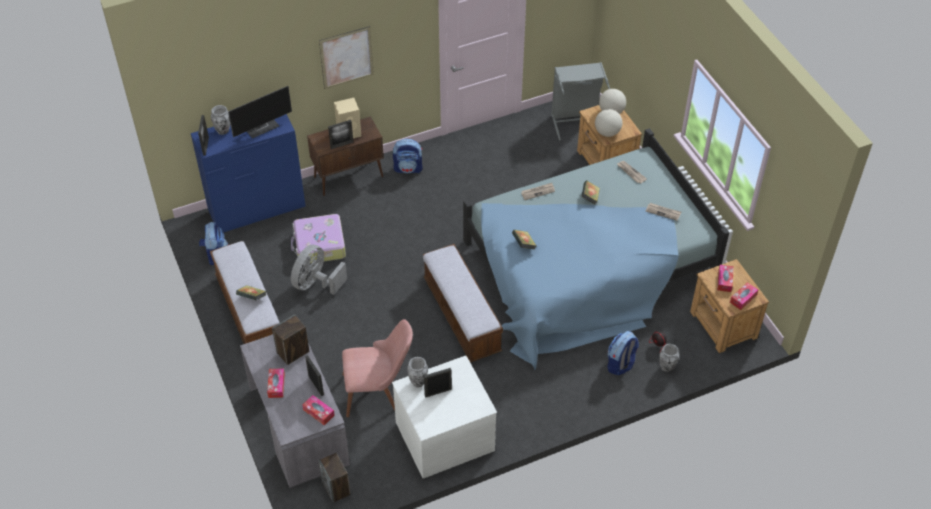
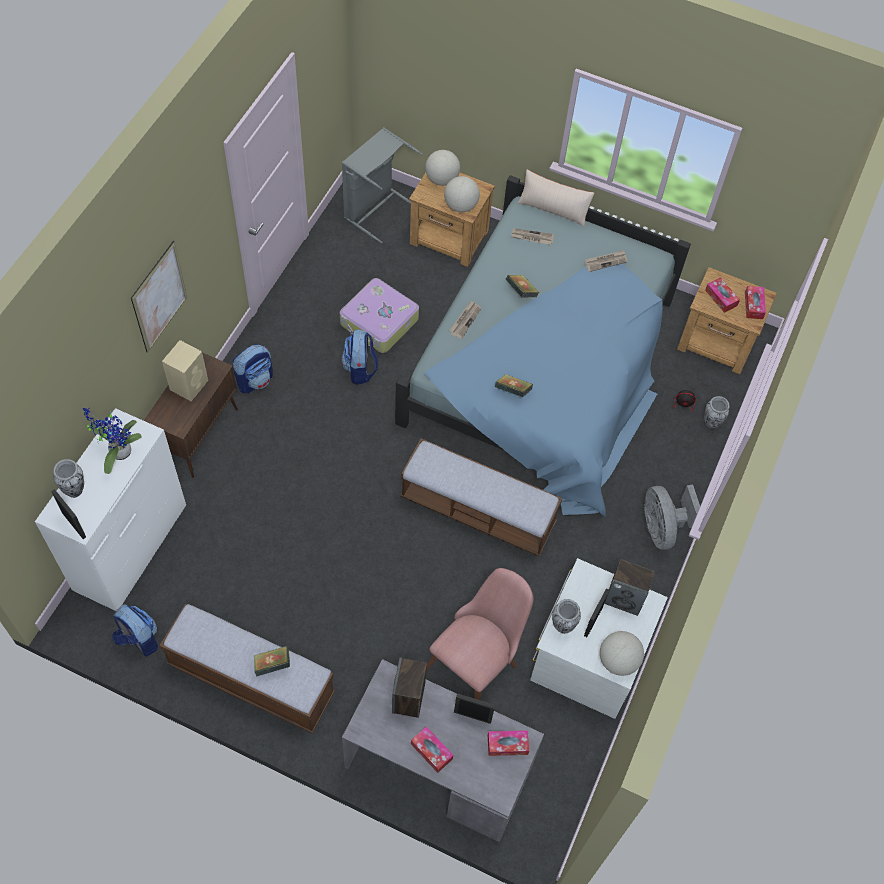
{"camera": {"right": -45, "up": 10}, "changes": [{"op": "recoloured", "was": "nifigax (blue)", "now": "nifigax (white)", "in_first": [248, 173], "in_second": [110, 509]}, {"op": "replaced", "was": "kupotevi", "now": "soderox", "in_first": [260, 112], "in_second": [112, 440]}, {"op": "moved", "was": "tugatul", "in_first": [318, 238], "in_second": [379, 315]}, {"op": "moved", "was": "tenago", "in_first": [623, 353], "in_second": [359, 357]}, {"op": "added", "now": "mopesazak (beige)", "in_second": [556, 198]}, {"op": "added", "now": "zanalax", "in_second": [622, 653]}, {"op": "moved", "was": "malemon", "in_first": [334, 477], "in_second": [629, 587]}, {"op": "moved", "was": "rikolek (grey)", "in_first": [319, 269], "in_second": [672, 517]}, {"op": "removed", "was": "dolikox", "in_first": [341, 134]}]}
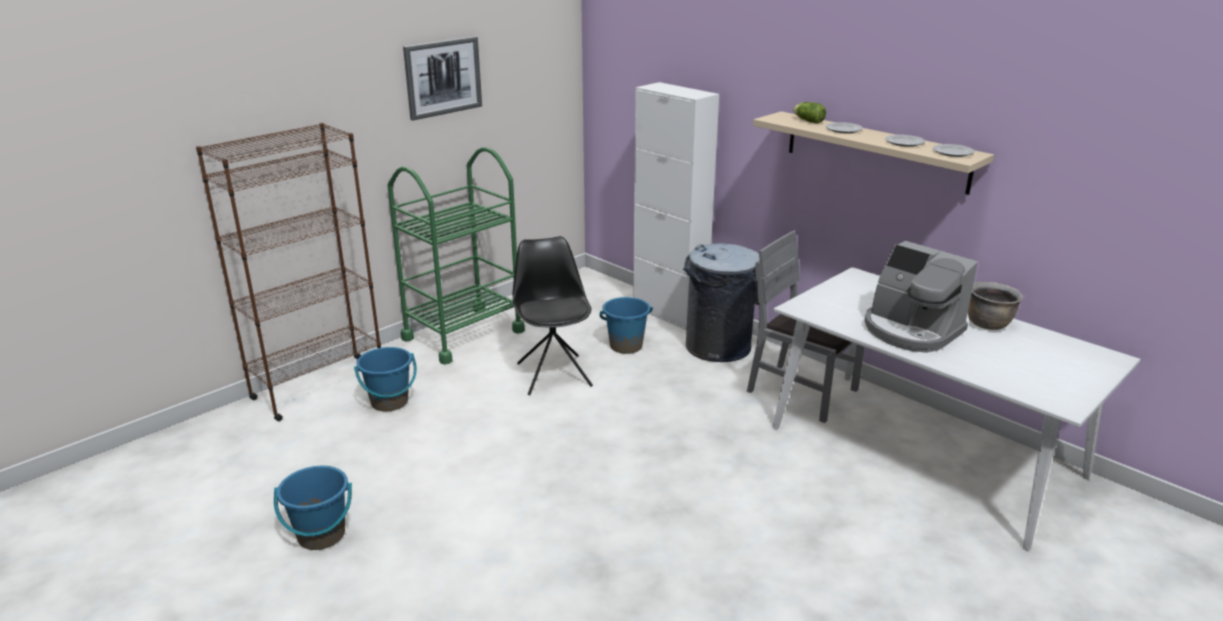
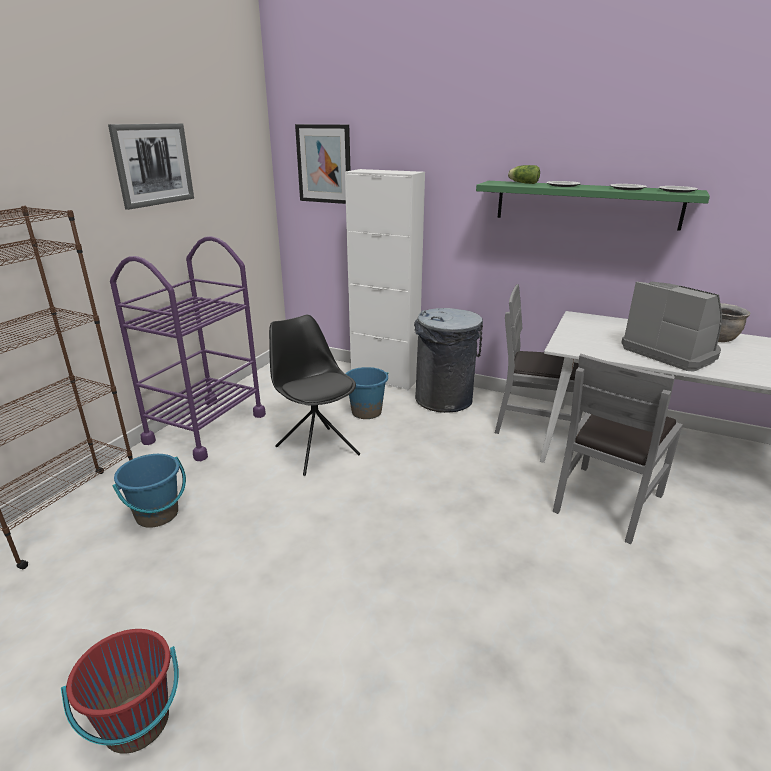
{"camera": {"right": -20, "up": 0}, "changes": [{"op": "recoloured", "was": "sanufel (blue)", "now": "sanufel (red)", "in_first": [313, 508], "in_second": [120, 691]}, {"op": "recoloured", "was": "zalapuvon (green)", "now": "zalapuvon (purple)", "in_first": [456, 256], "in_second": [188, 348]}, {"op": "added", "now": "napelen", "in_second": [323, 164]}, {"op": "recoloured", "was": "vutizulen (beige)", "now": "vutizulen (green)", "in_first": [873, 153], "in_second": [593, 206]}, {"op": "added", "now": "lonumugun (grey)", "in_second": [618, 449]}, {"op": "turned", "was": "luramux", "in_first": [921, 297], "in_second": [671, 326], "clockwise": -150}]}
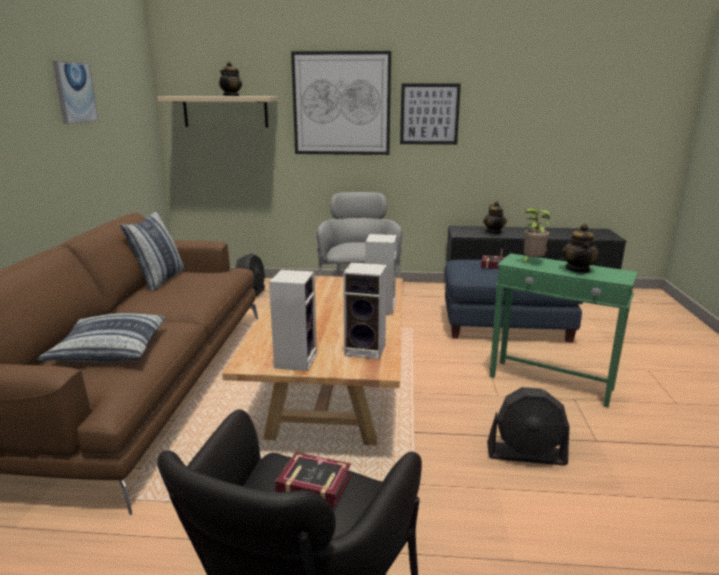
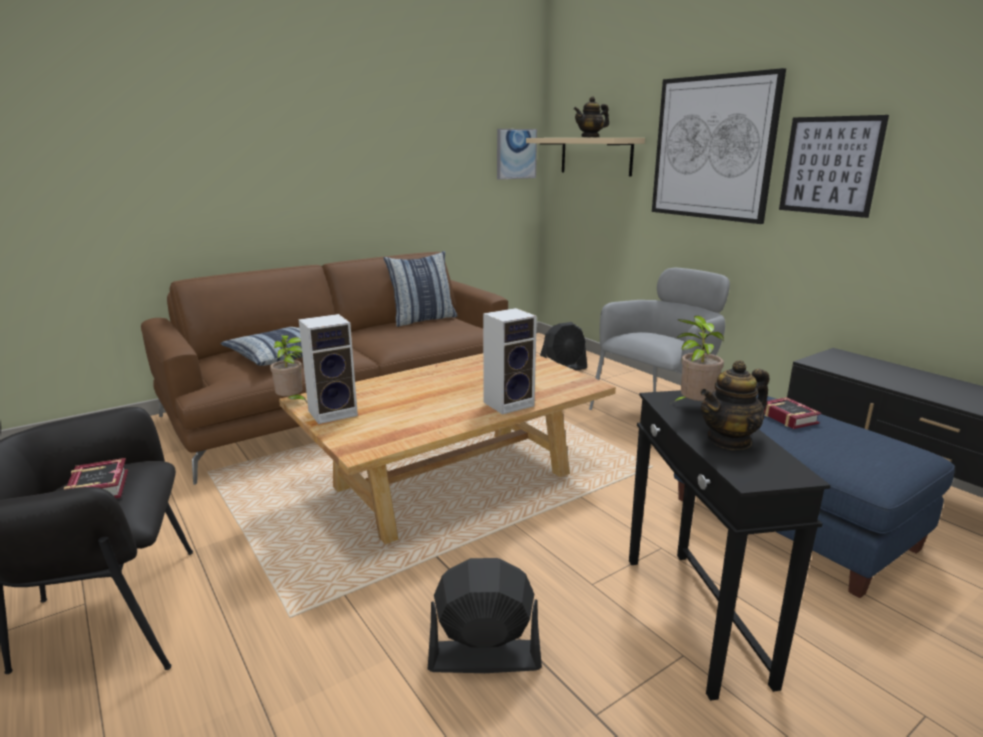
{"camera": {"right": 50, "up": 0}, "changes": [{"op": "added", "now": "soderox", "in_second": [289, 369]}, {"op": "turned", "was": "rikolek (black)", "in_first": [528, 426], "in_second": [485, 615], "clockwise": 120}, {"op": "moved", "was": "napelen", "in_first": [76, 92], "in_second": [517, 154]}, {"op": "recoloured", "was": "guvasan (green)", "now": "guvasan (black)", "in_first": [563, 330], "in_second": [730, 545]}, {"op": "removed", "was": "malemon", "in_first": [365, 310]}, {"op": "removed", "was": "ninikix", "in_first": [495, 217]}]}
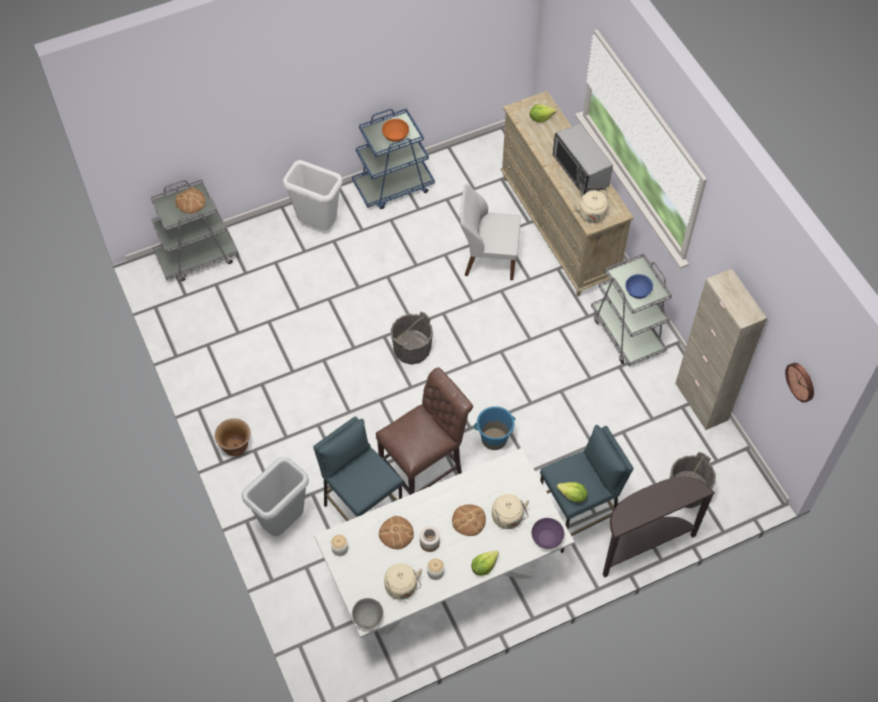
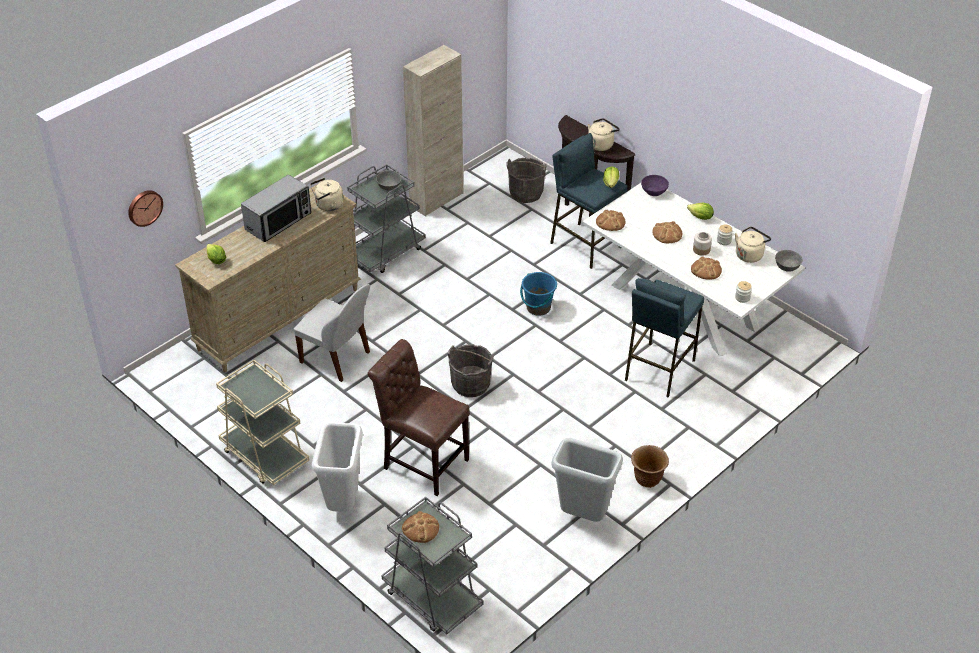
{"camera": {"right": -110, "up": -15}, "changes": [{"op": "moved", "was": "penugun", "in_first": [799, 383], "in_second": [145, 208]}, {"op": "recoloured", "was": "zalapuvon (blue)", "now": "zalapuvon (beige)", "in_first": [393, 158], "in_second": [263, 422]}, {"op": "turned", "was": "lonumugun (white)", "in_first": [490, 232], "in_second": [332, 333], "clockwise": -45}, {"op": "moved", "was": "lonumugun (brown)", "in_first": [424, 431], "in_second": [419, 417]}, {"op": "recoloured", "was": "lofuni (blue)", "now": "lofuni (grey)", "in_first": [639, 286], "in_second": [389, 180]}, {"op": "moved", "was": "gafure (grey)", "in_first": [275, 496], "in_second": [587, 480]}, {"op": "moved", "was": "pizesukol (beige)", "in_first": [510, 511], "in_second": [604, 134]}, {"op": "added", "now": "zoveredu", "in_second": [611, 220]}, {"op": "removed", "was": "lofuni (orange)", "in_first": [395, 130]}]}
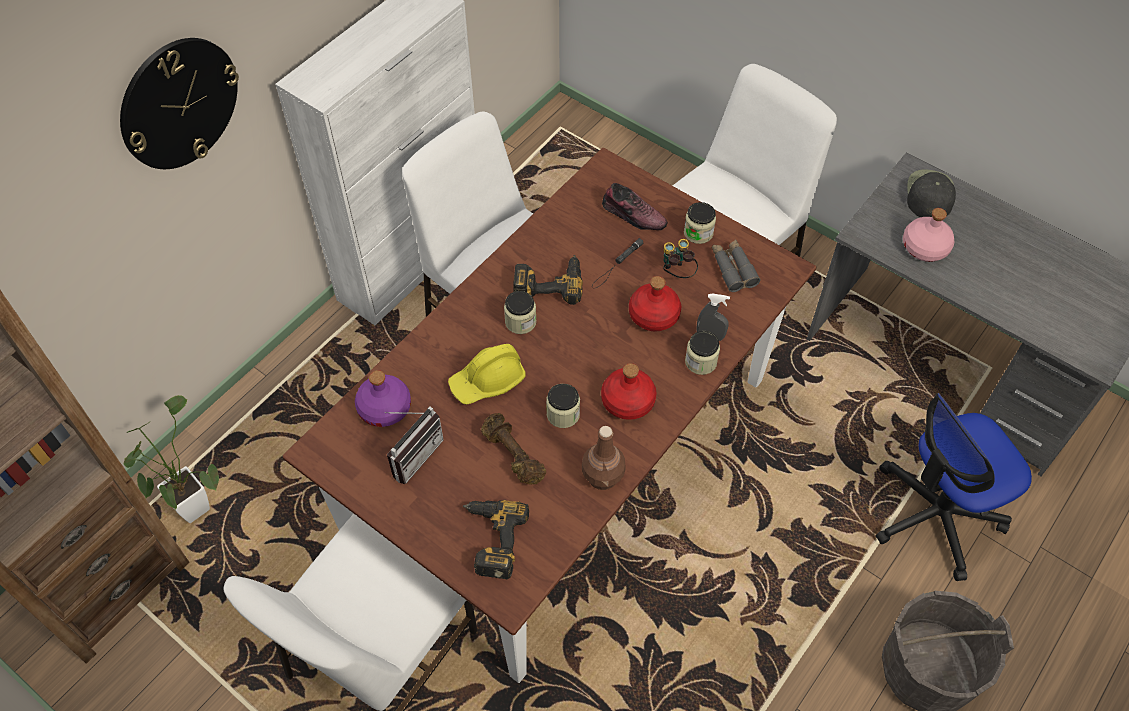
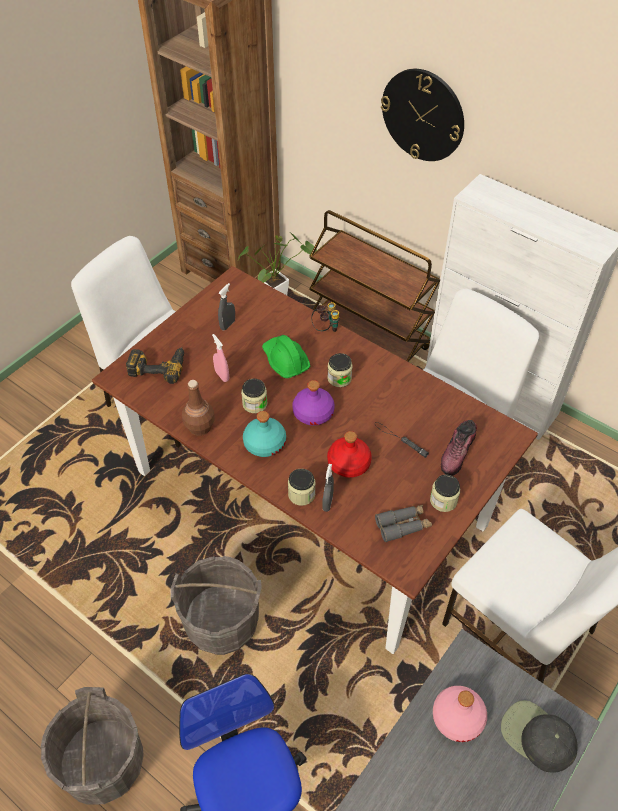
{"camera": {"right": 90, "up": -5}, "changes": [{"op": "added", "now": "sanufel (grey)", "in_second": [216, 605]}, {"op": "replaced", "was": "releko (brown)", "now": "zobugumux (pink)", "in_first": [513, 449], "in_second": [220, 358]}, {"op": "replaced", "was": "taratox", "now": "zobugumux (grey)", "in_first": [414, 445], "in_second": [226, 306]}, {"op": "recoloured", "was": "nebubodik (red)", "now": "nebubodik (turquoise)", "in_first": [628, 391], "in_second": [264, 434]}, {"op": "recoloured", "was": "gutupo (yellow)", "now": "gutupo (green)", "in_first": [487, 374], "in_second": [286, 356]}, {"op": "moved", "was": "nebubodik (purple)", "in_first": [383, 398], "in_second": [313, 403]}, {"op": "added", "now": "zalapuvon (brown)", "in_second": [374, 286]}, {"op": "moved", "was": "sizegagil", "in_first": [680, 258], "in_second": [325, 317]}, {"op": "turned", "was": "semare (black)", "in_first": [931, 193], "in_second": [539, 736], "clockwise": -150}, {"op": "removed", "was": "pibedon", "in_first": [548, 280]}]}
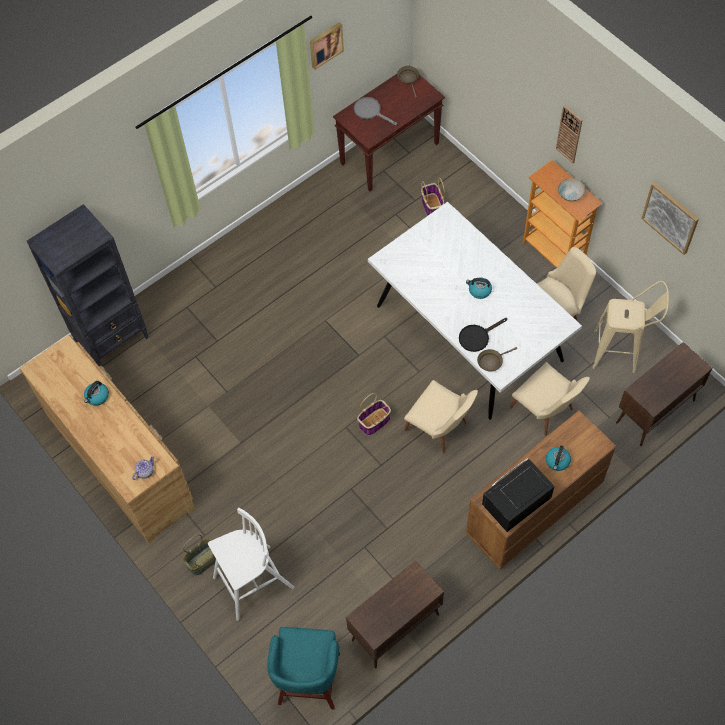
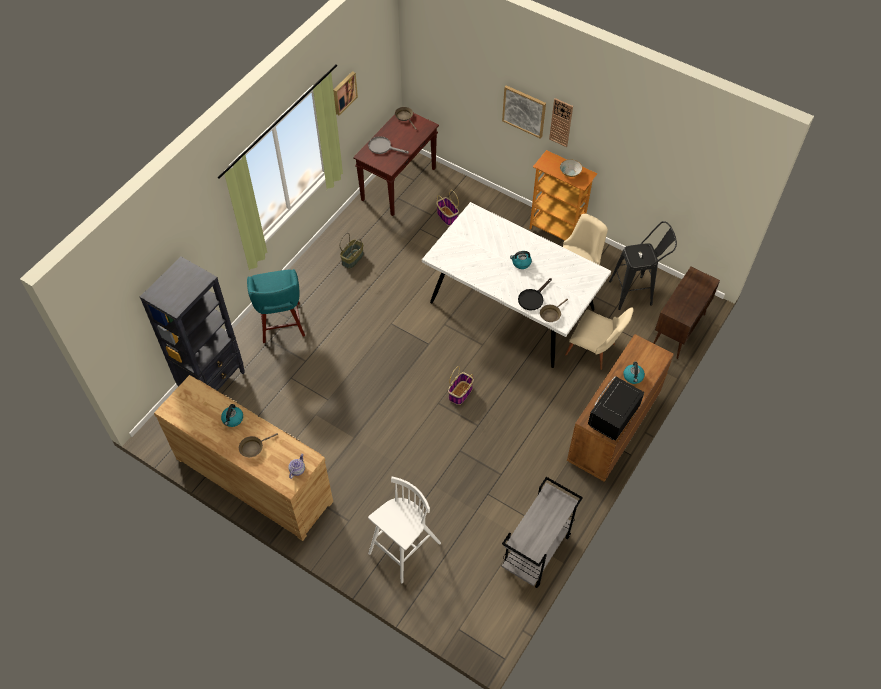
{"camera": {"right": -20, "up": -5}, "changes": [{"op": "added", "now": "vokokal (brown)", "in_second": [258, 445]}, {"op": "moved", "was": "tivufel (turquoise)", "in_first": [303, 668], "in_second": [276, 306]}, {"op": "moved", "was": "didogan", "in_first": [199, 555], "in_second": [352, 251]}, {"op": "replaced", "was": "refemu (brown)", "now": "zalapuvon (grey)", "in_first": [395, 614], "in_second": [542, 532]}, {"op": "moved", "was": "napelen", "in_first": [670, 218], "in_second": [524, 112]}, {"op": "recoloured", "was": "tivufel (beige)", "now": "tivufel (black)", "in_first": [630, 327], "in_second": [643, 265]}, {"op": "removed", "was": "lonumugun (beige)", "in_first": [441, 416]}]}
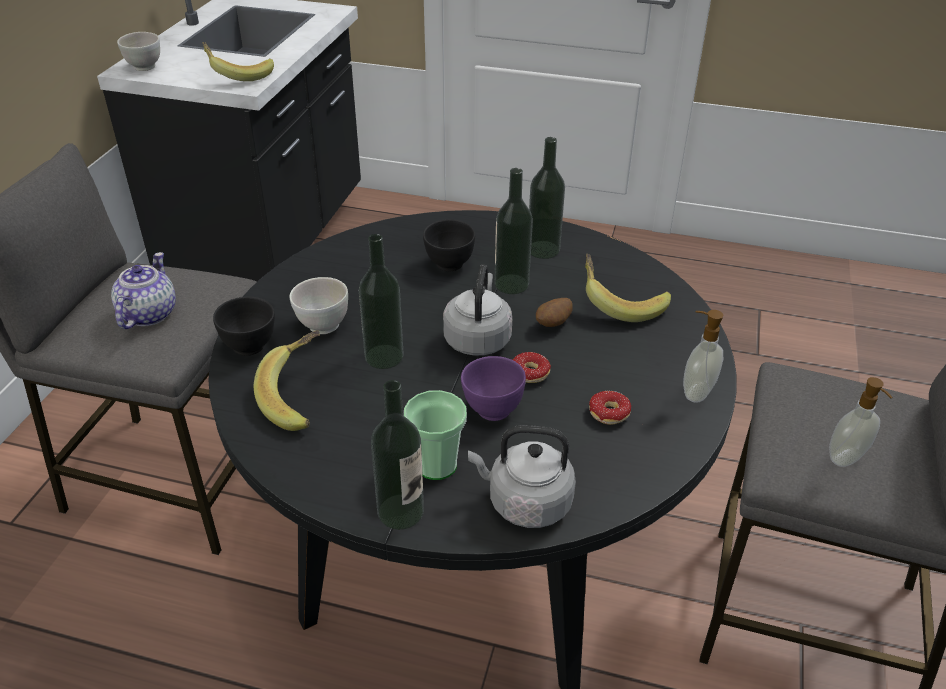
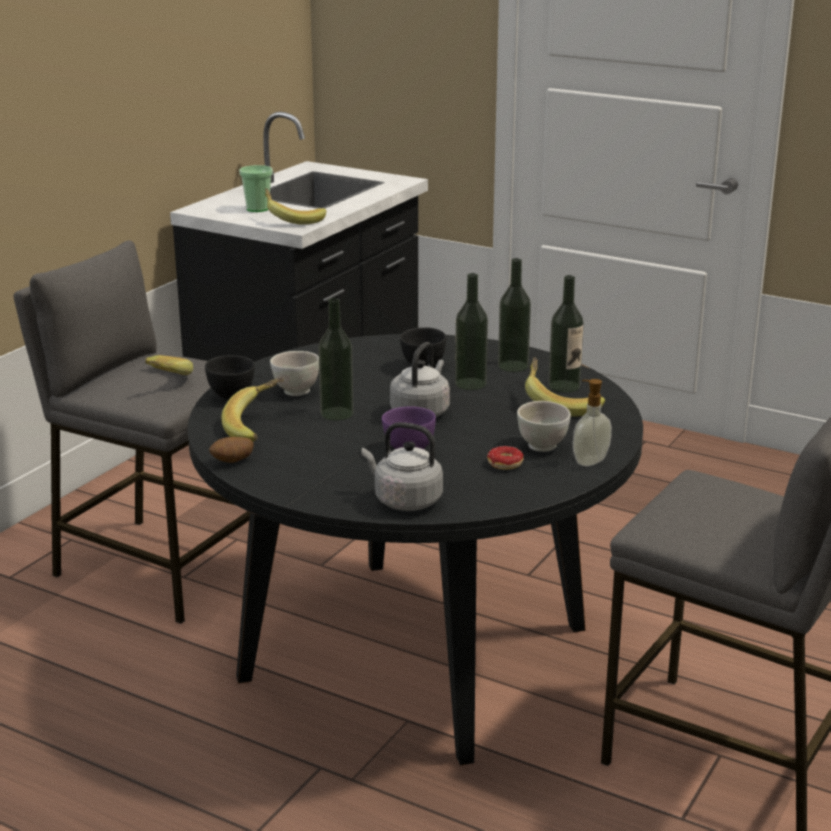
{"camera": {"right": 15, "up": -15}, "changes": [{"op": "replaced", "was": "ninikix", "now": "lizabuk", "in_first": [143, 290], "in_second": [169, 365]}, {"op": "moved", "was": "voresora", "in_first": [554, 312], "in_second": [231, 450]}, {"op": "moved", "was": "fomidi", "in_first": [435, 435], "in_second": [256, 188]}, {"op": "moved", "was": "lofuni (white)", "in_first": [138, 51], "in_second": [544, 426]}, {"op": "moved", "was": "nebubodik", "in_first": [397, 455], "in_second": [566, 334]}, {"op": "removed", "was": "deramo", "in_first": [532, 367]}, {"op": "removed", "was": "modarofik", "in_first": [860, 422]}]}
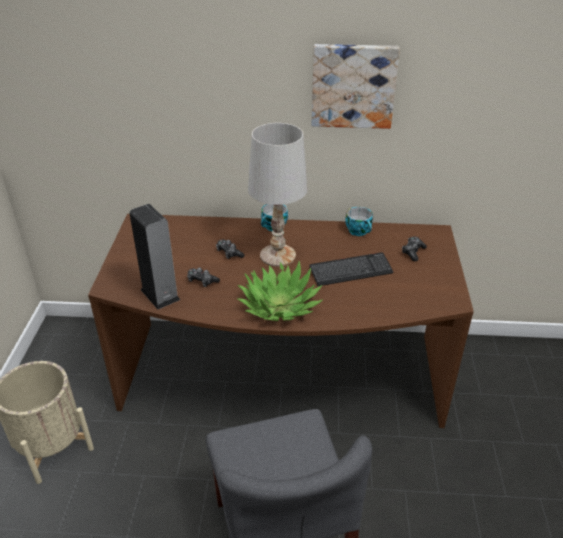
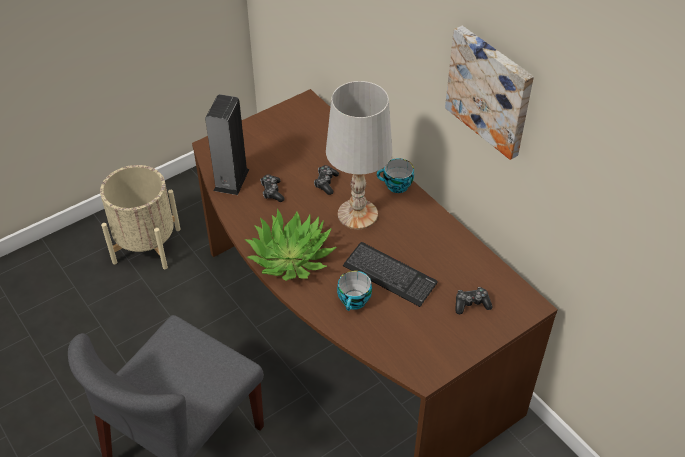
{"camera": {"right": 50, "up": 10}, "changes": [{"op": "moved", "was": "fomidi", "in_first": [359, 221], "in_second": [354, 291]}]}
